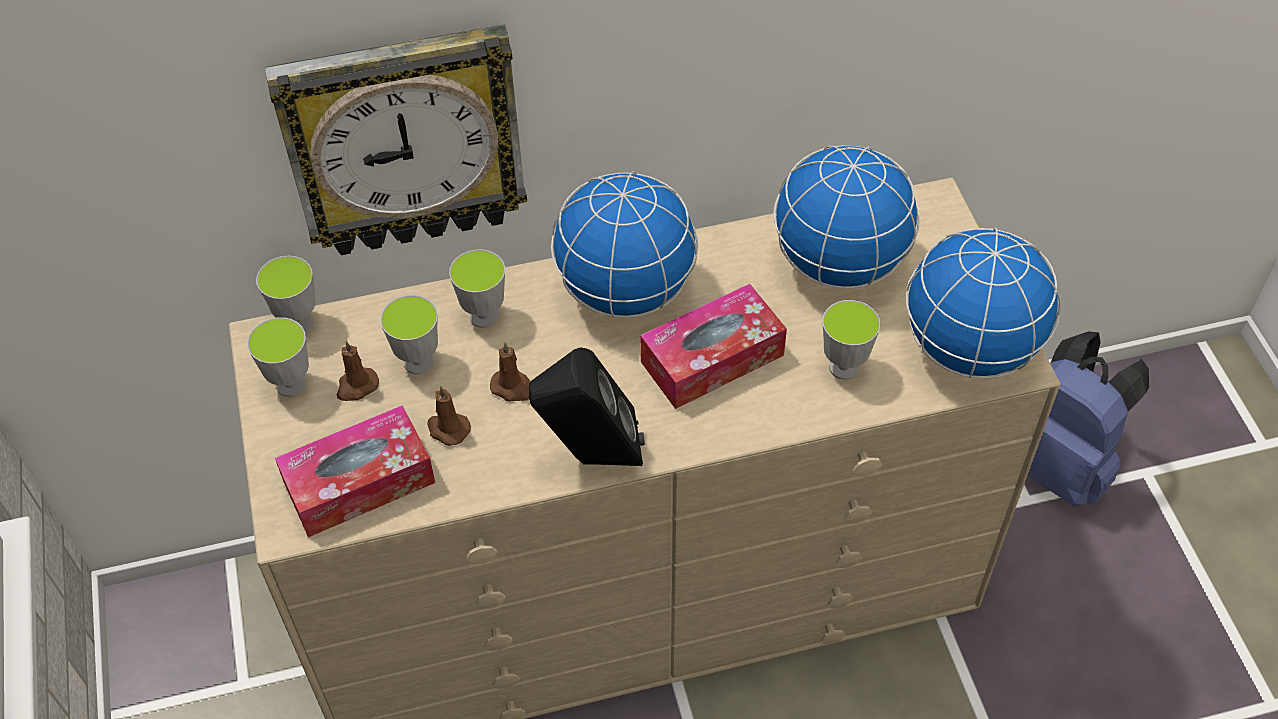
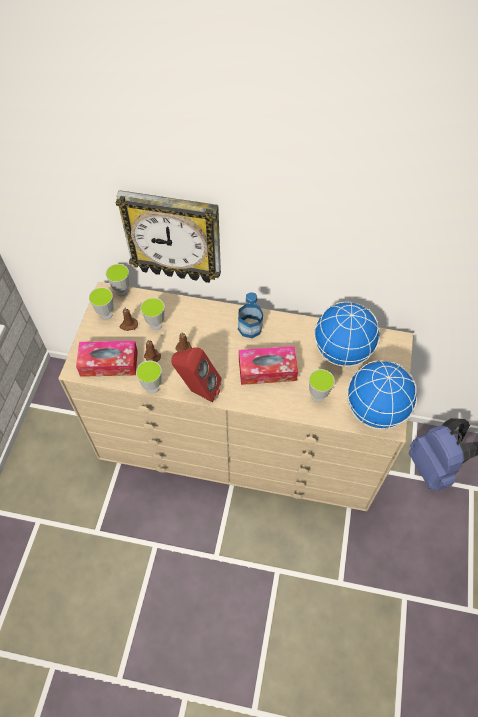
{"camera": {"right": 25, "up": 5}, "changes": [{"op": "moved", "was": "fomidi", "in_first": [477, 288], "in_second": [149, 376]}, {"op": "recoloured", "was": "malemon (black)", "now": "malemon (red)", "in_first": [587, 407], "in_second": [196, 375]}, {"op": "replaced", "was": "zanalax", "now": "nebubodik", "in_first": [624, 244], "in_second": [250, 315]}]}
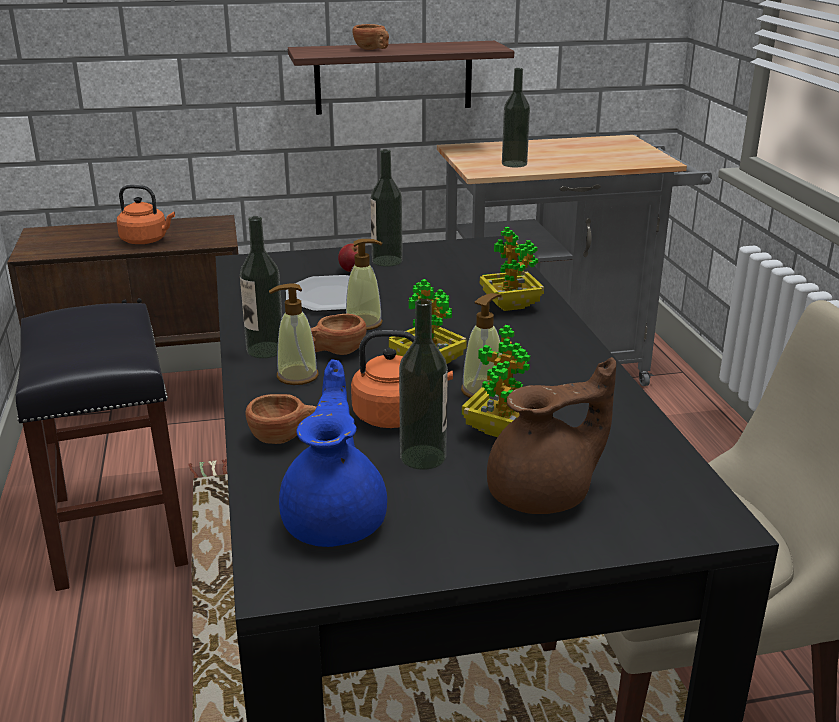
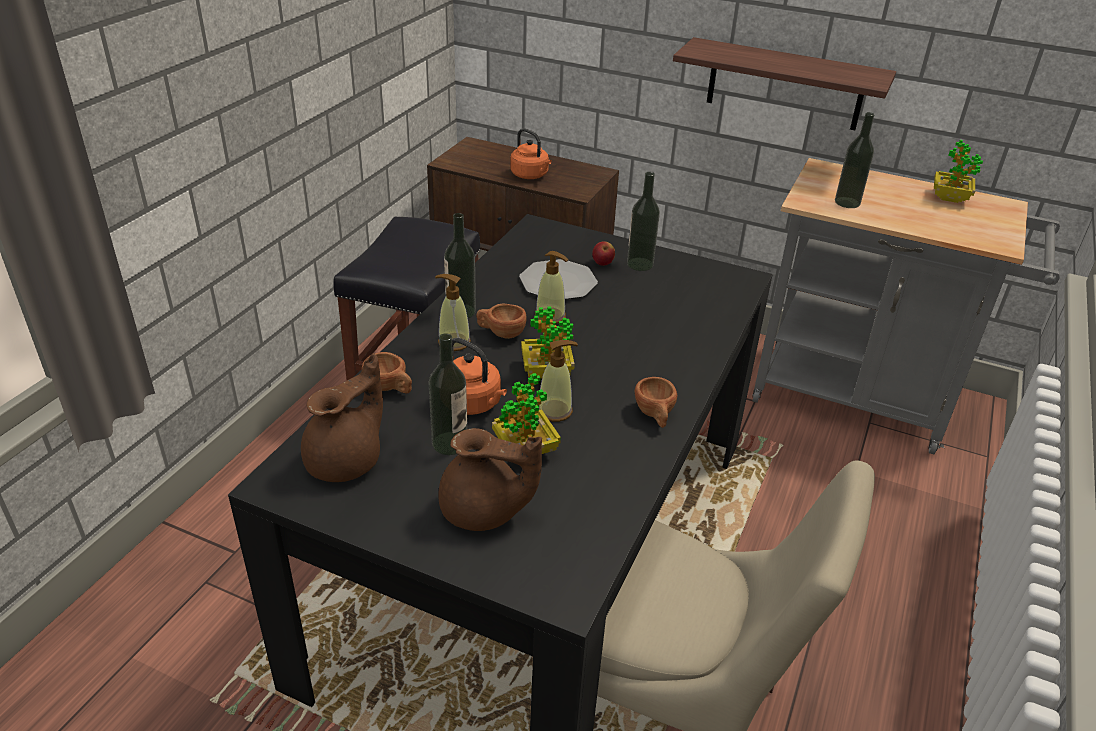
{"camera": {"right": 35, "up": 10}, "changes": [{"op": "recoloured", "was": "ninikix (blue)", "now": "ninikix (brown)", "in_first": [333, 453], "in_second": [342, 417]}, {"op": "moved", "was": "fomidi (brown)", "in_first": [371, 37], "in_second": [656, 402]}, {"op": "moved", "was": "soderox", "in_first": [512, 269], "in_second": [958, 171]}]}
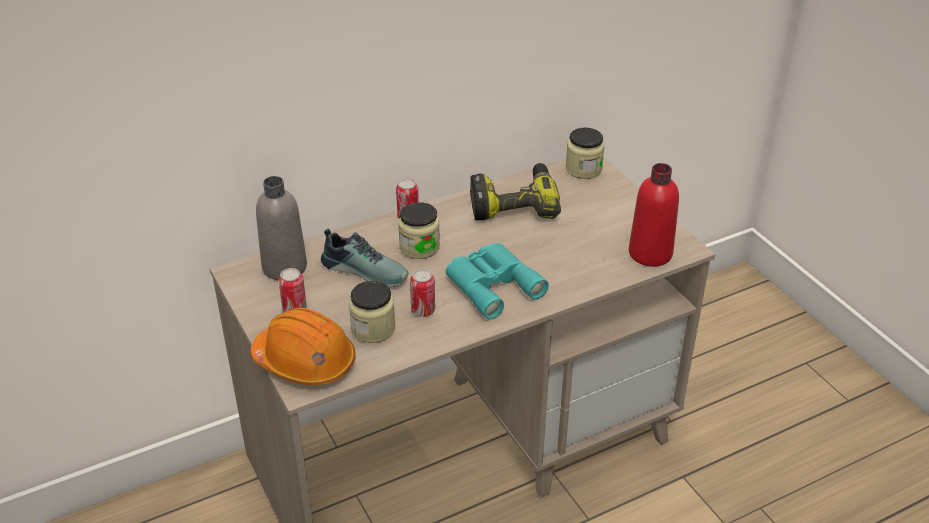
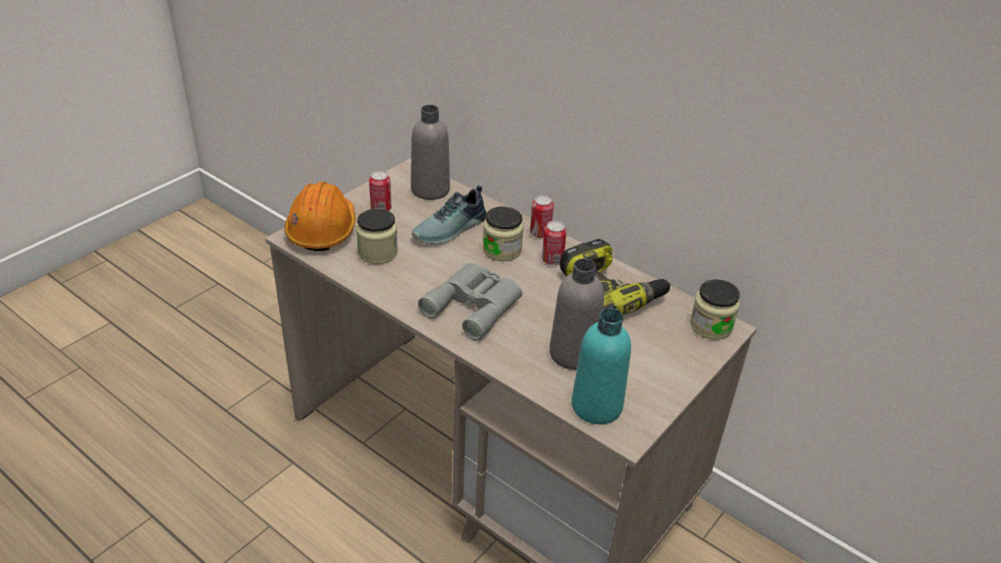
{"camera": {"right": 65, "up": 0}, "changes": [{"op": "turned", "was": "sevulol", "in_first": [364, 258], "in_second": [449, 215], "clockwise": 45}, {"op": "recoloured", "was": "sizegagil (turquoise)", "now": "sizegagil (grey)", "in_first": [497, 281], "in_second": [470, 301]}, {"op": "moved", "was": "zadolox", "in_first": [422, 293], "in_second": [554, 243]}, {"op": "added", "now": "nebubodik (grey)", "in_second": [576, 314]}, {"op": "recoloured", "was": "nebubodik (red)", "now": "nebubodik (turquoise)", "in_first": [654, 215], "in_second": [601, 366]}]}
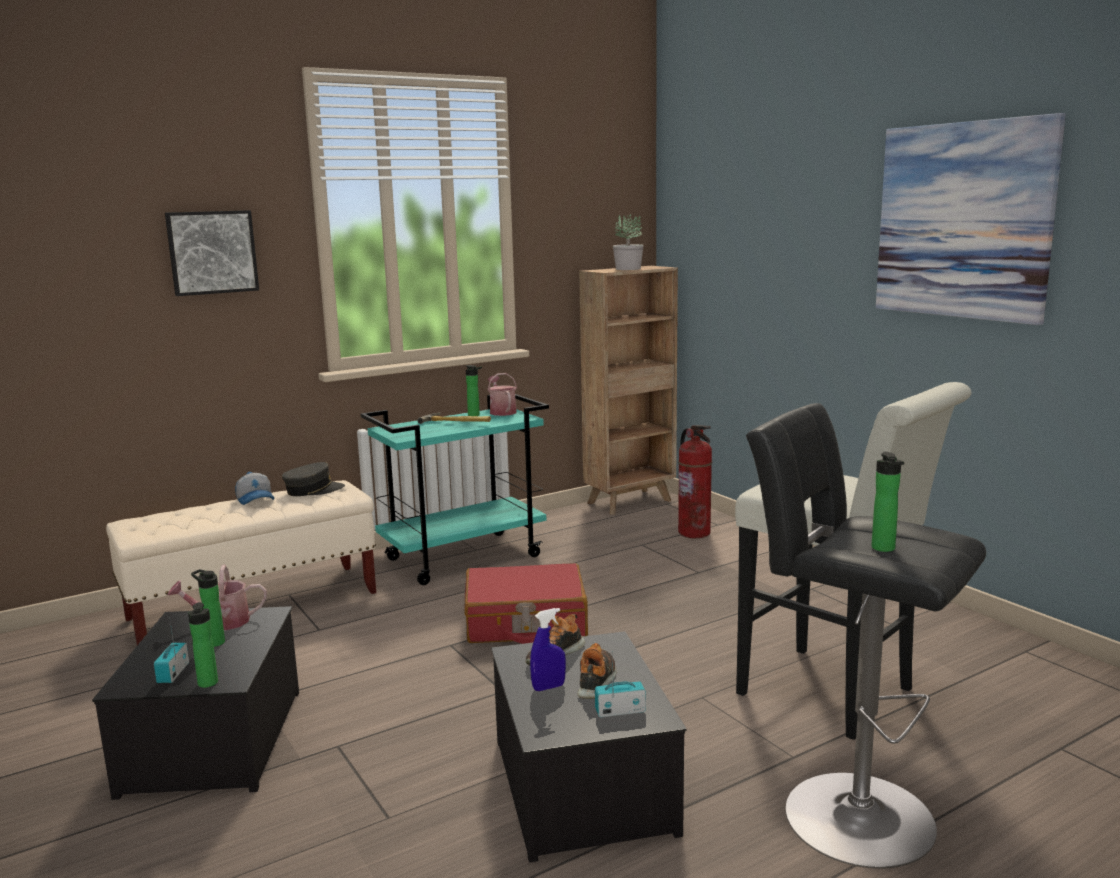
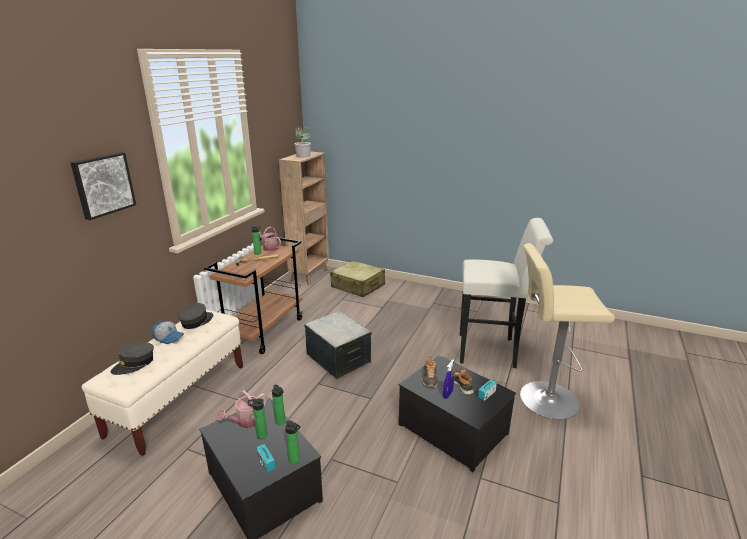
{"camera": {"right": -35, "up": 10}, "changes": [{"op": "added", "now": "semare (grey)", "in_second": [132, 358]}, {"op": "recoloured", "was": "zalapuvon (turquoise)", "now": "zalapuvon (brown)", "in_first": [455, 489], "in_second": [253, 295]}, {"op": "moved", "was": "nebubodik", "in_first": [887, 502], "in_second": [278, 405]}, {"op": "replaced", "was": "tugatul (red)", "now": "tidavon", "in_first": [526, 603], "in_second": [338, 345]}, {"op": "replaced", "was": "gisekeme", "now": "tugatul (beige)", "in_first": [695, 481], "in_second": [357, 278]}, {"op": "recoloured", "was": "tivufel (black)", "now": "tivufel (beige)", "in_first": [866, 636], "in_second": [567, 331]}, {"op": "removed", "was": "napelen", "in_first": [971, 219]}]}
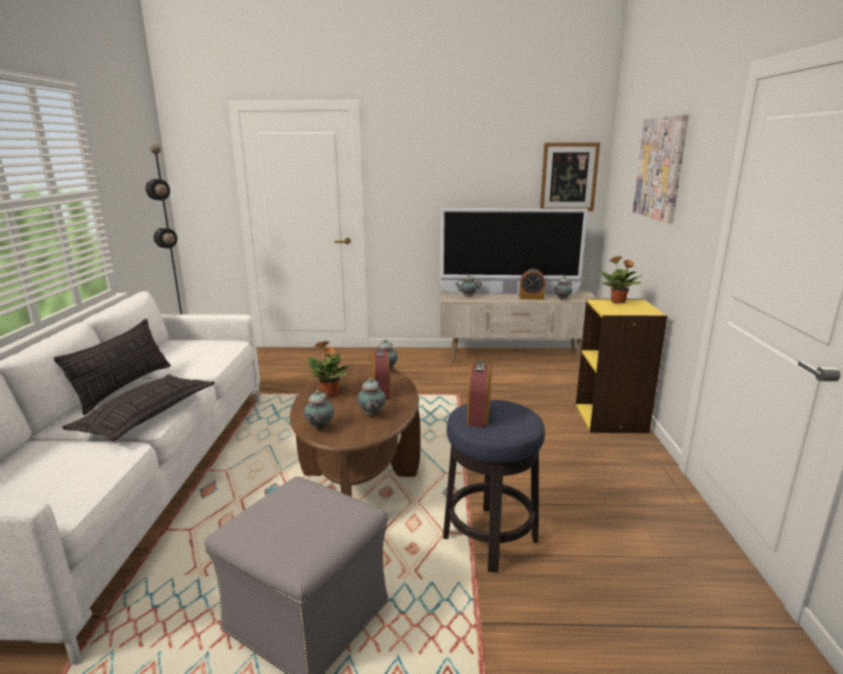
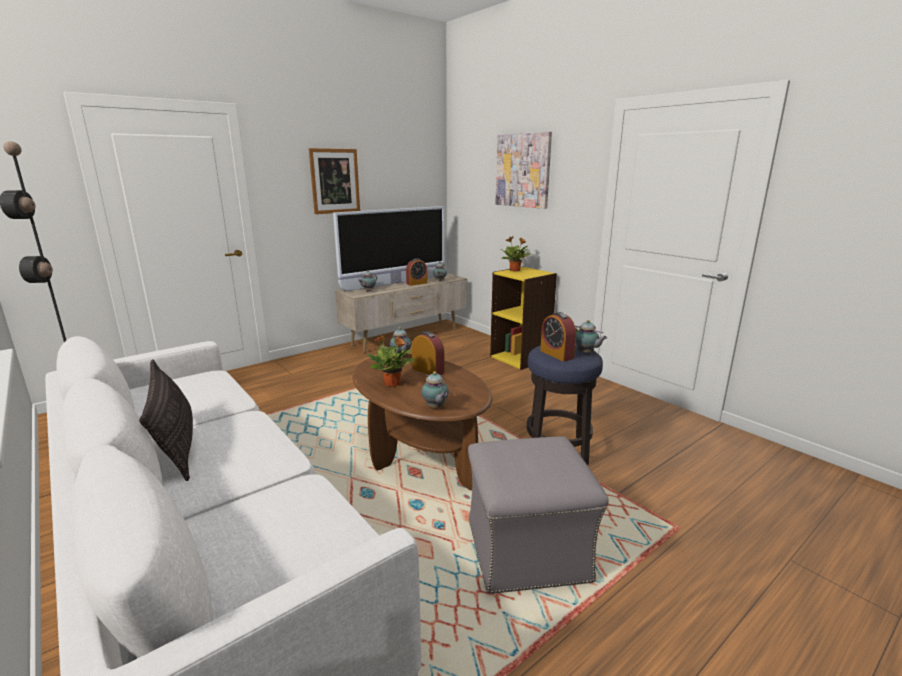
{"camera": {"right": -40, "up": 0}, "changes": [{"op": "moved", "was": "napelen", "in_first": [570, 176], "in_second": [334, 181]}, {"op": "moved", "was": "ninikix", "in_first": [371, 397], "in_second": [591, 337]}, {"op": "removed", "was": "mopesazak", "in_first": [138, 408]}]}
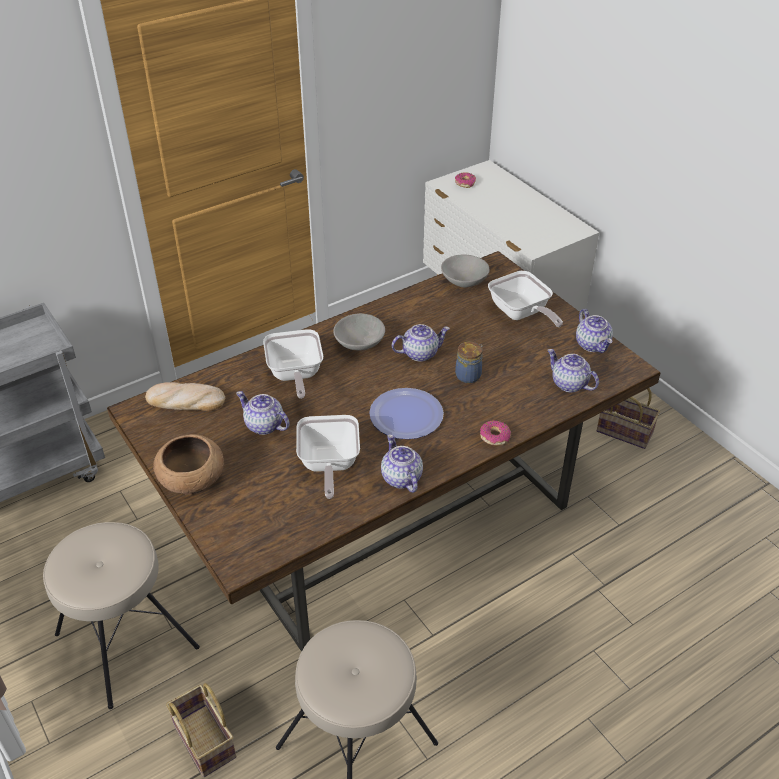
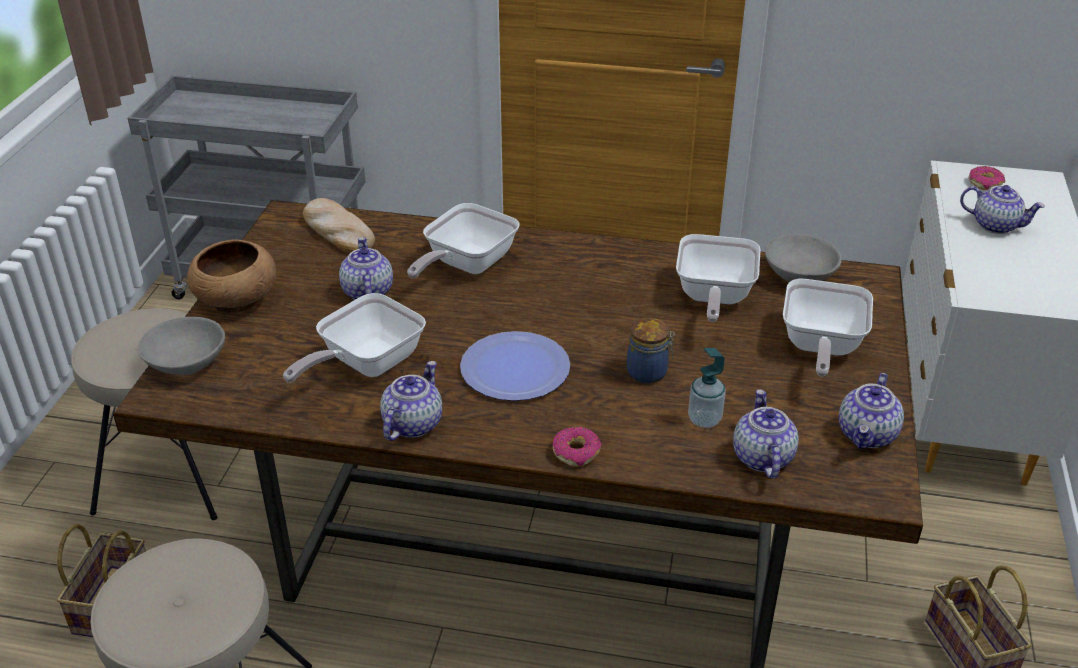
{"camera": {"right": 45, "up": -5}, "changes": [{"op": "moved", "was": "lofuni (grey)", "in_first": [359, 332], "in_second": [181, 346]}, {"op": "added", "now": "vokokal", "in_second": [718, 278]}, {"op": "added", "now": "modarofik", "in_second": [707, 388]}, {"op": "moved", "was": "ninikix", "in_first": [421, 343], "in_second": [1002, 209]}]}
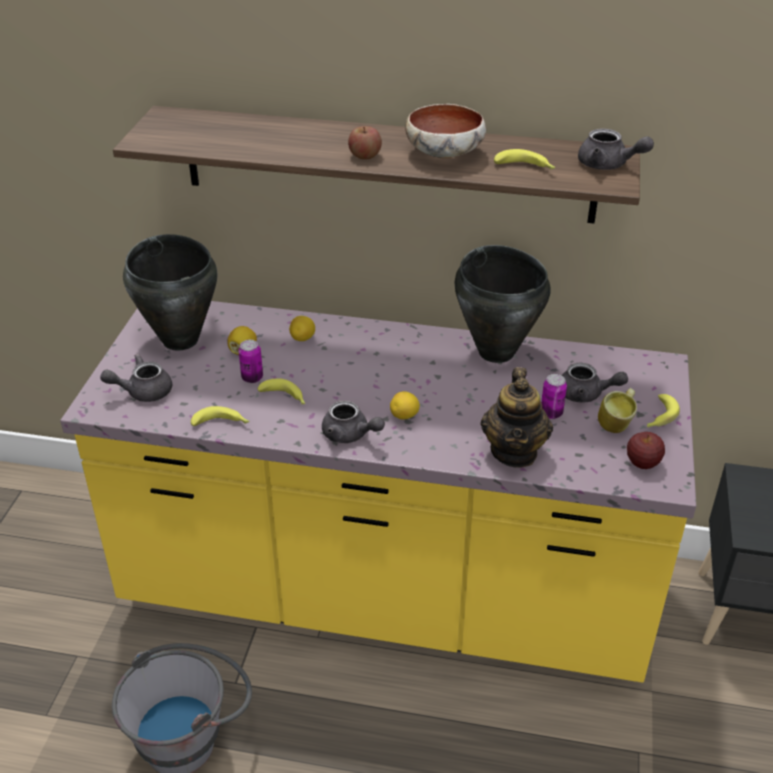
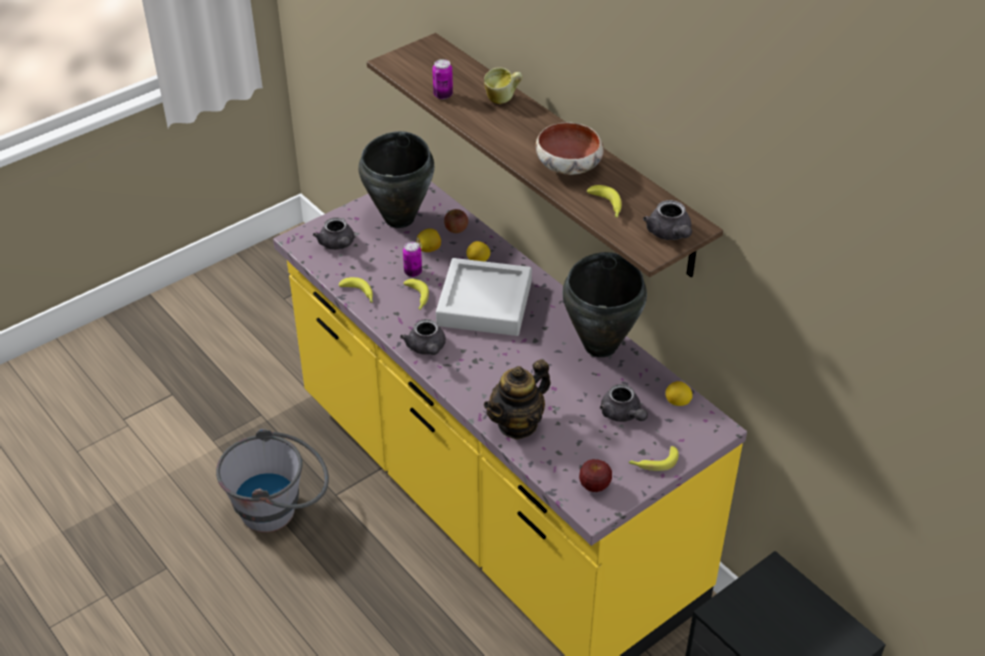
{"camera": {"right": 40, "up": 5}, "changes": [{"op": "turned", "was": "ninikix (grey)", "in_first": [136, 378], "in_second": [333, 233], "clockwise": -135}, {"op": "moved", "was": "zadolox", "in_first": [554, 396], "in_second": [442, 79]}, {"op": "added", "now": "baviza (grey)", "in_second": [484, 297]}, {"op": "moved", "was": "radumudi", "in_first": [365, 143], "in_second": [456, 221]}, {"op": "moved", "was": "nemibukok", "in_first": [617, 410], "in_second": [503, 85]}, {"op": "moved", "was": "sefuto", "in_first": [405, 405], "in_second": [678, 393]}]}
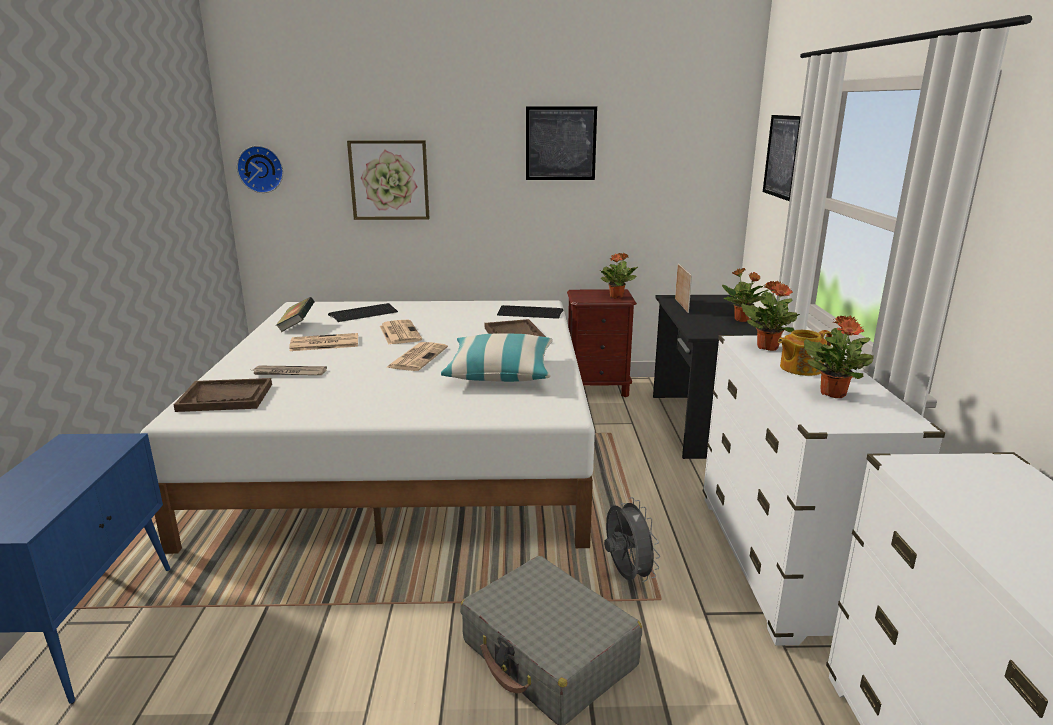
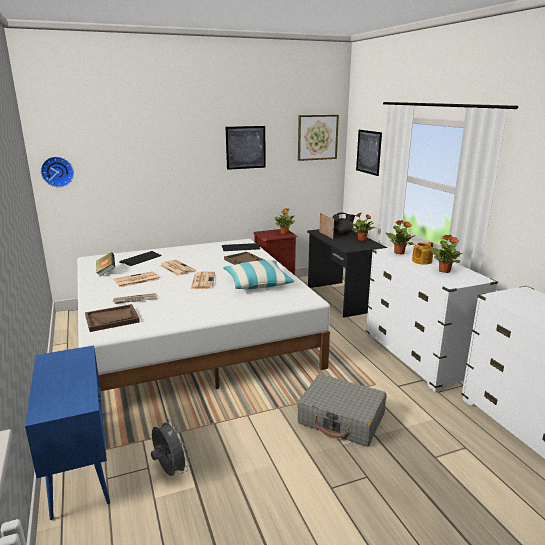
{"camera": {"right": -20, "up": 0}, "changes": [{"op": "moved", "was": "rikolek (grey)", "in_first": [632, 539], "in_second": [170, 447]}, {"op": "moved", "was": "napelen", "in_first": [388, 180], "in_second": [318, 138]}, {"op": "added", "now": "ninikix (black)", "in_second": [343, 224]}]}
